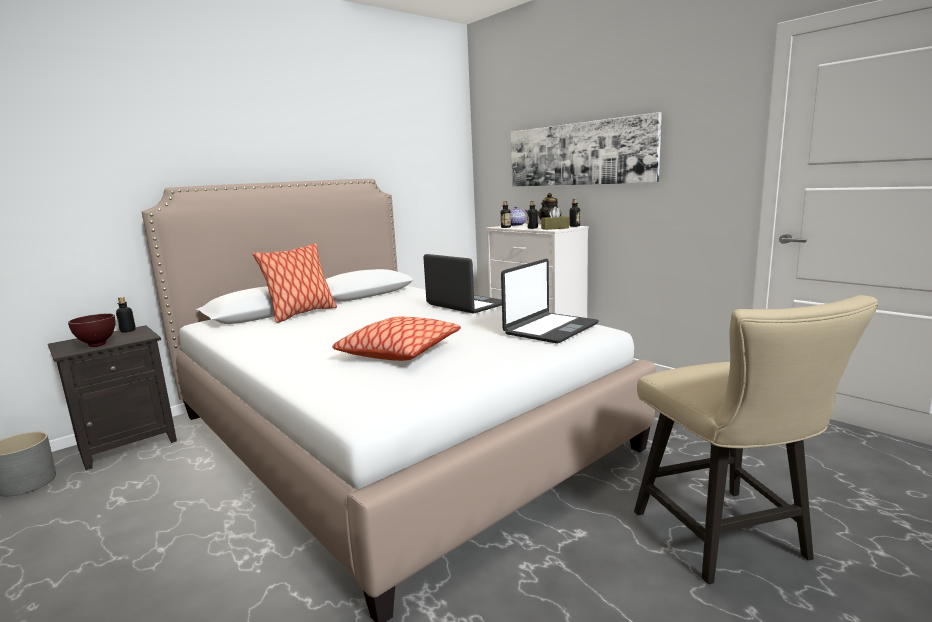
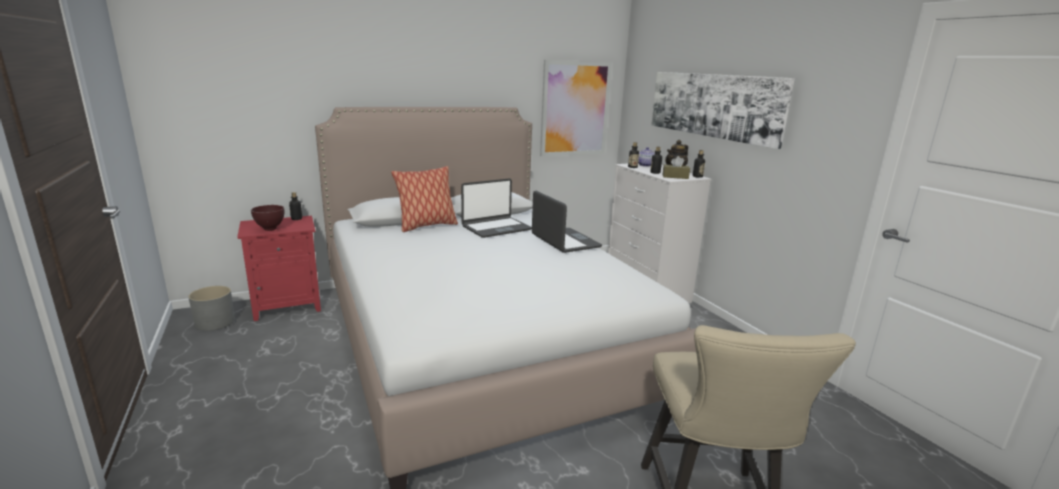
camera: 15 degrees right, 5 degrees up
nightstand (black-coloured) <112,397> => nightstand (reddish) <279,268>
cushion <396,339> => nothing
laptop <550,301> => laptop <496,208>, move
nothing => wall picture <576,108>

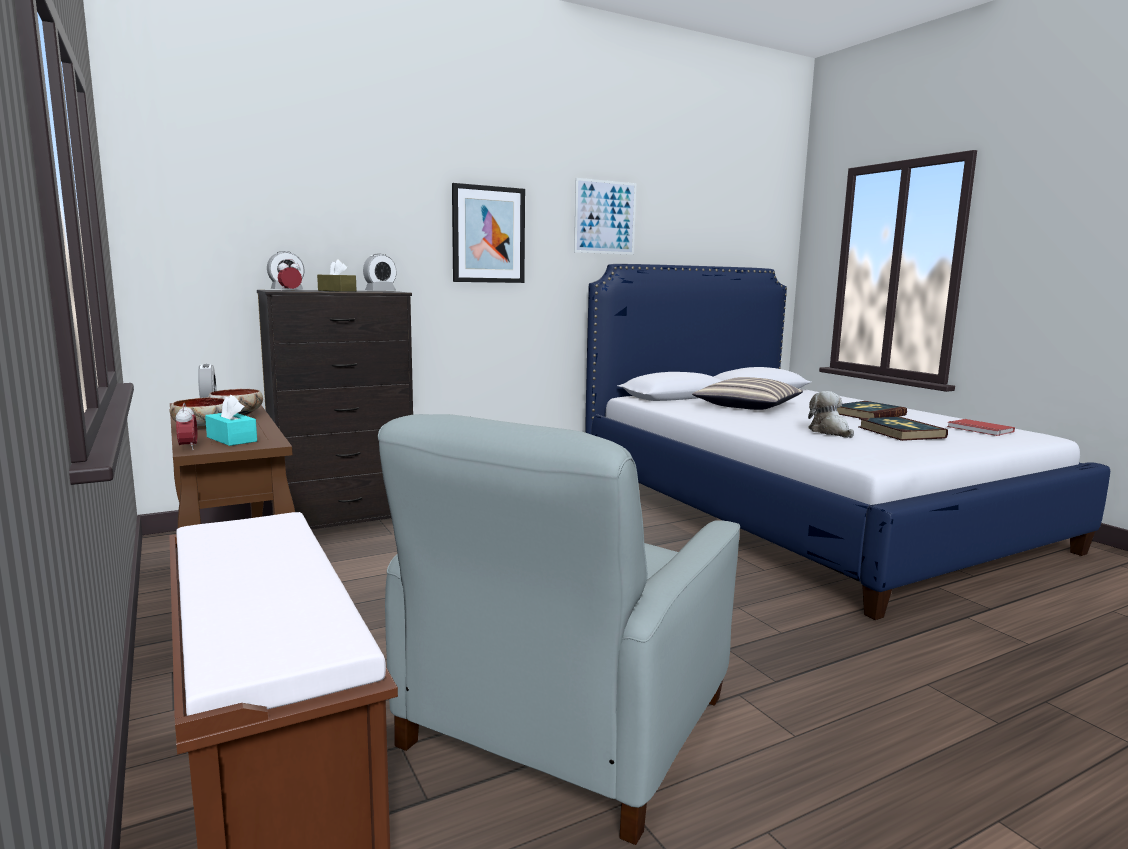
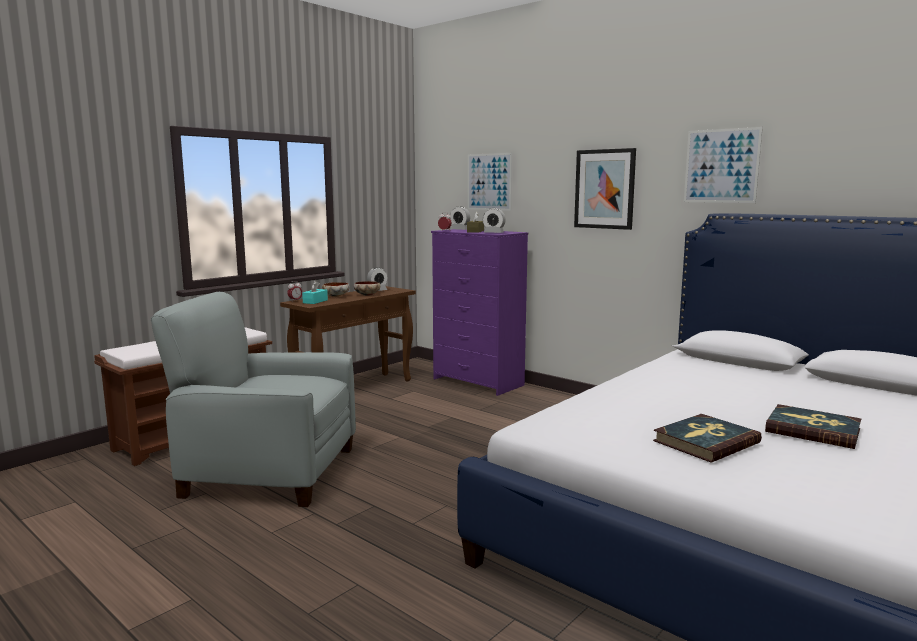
camera: 70 degrees right, 0 degrees up
dresser (black-coloured) <335,410> => dresser (purple-coloured) <479,312>
cushion <747,393> => nothing
cuddly toy <831,414> => nothing
volume (reddish) <981,427> => nothing
nothing => wall picture <490,182>

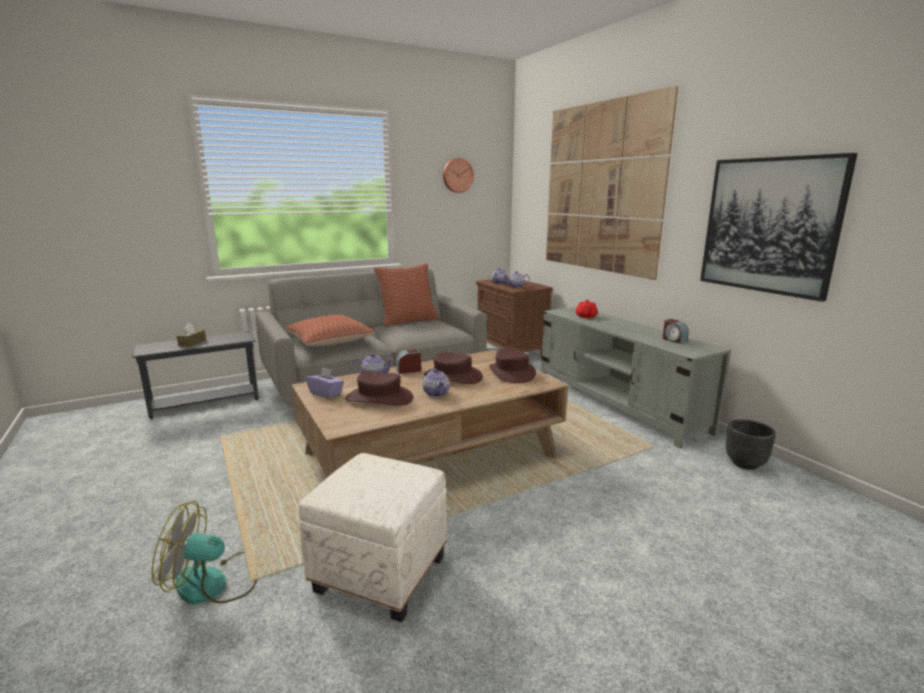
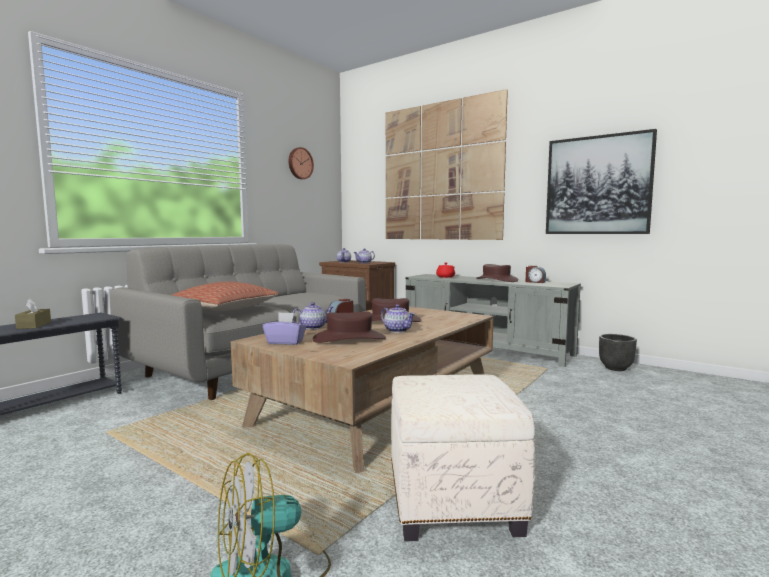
camera: 25 degrees left, 10 degrees down
cushion <406,295> => nothing
wearable hat (brown-coloured) <512,365> => wearable hat (brown-coloured) <497,273>, move

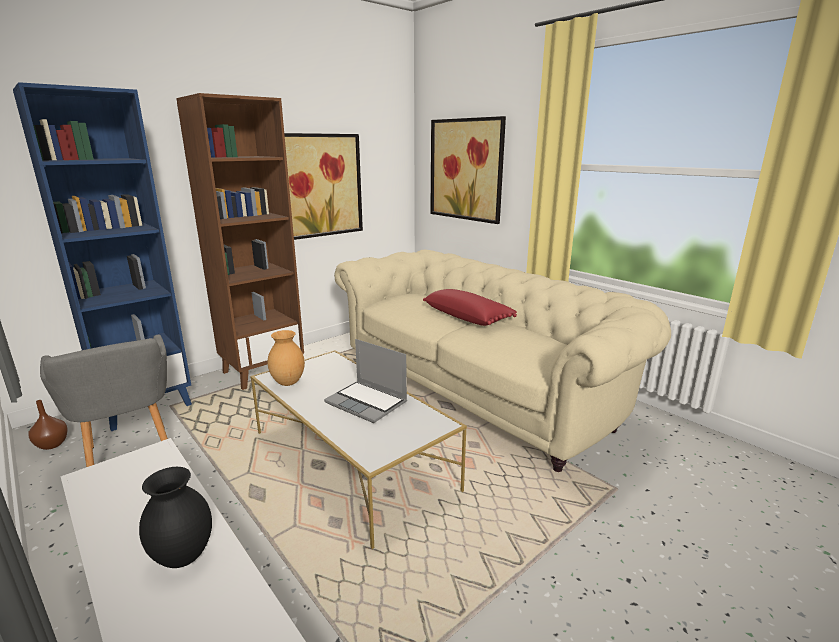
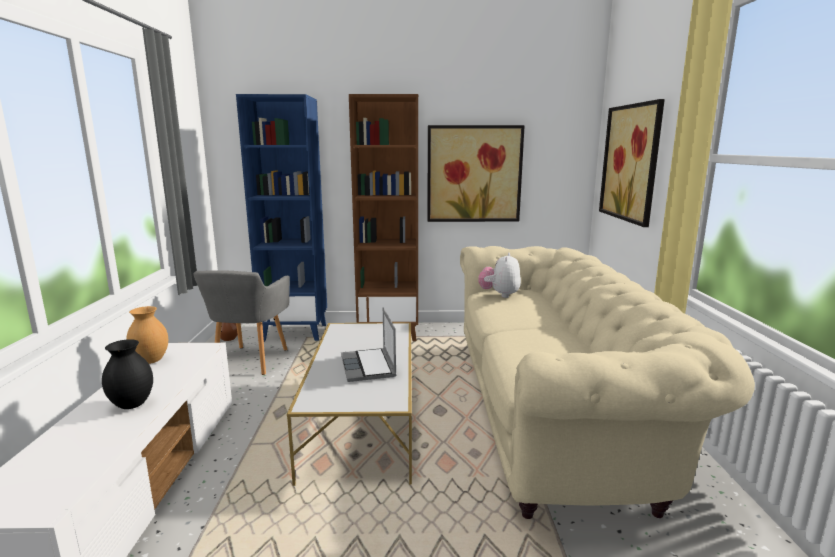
camera: 40 degrees right, 5 degrees down
decorative vase (brown-coloured) <286,358> => decorative vase (brown-coloured) <147,335>, move
cushion (reddish) <470,307> => nothing
nothing => cuddly toy <499,275>

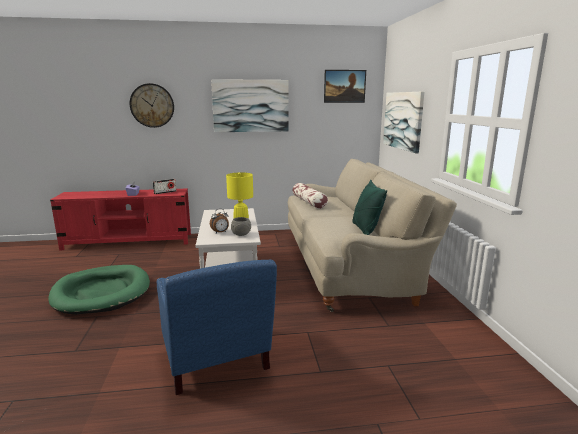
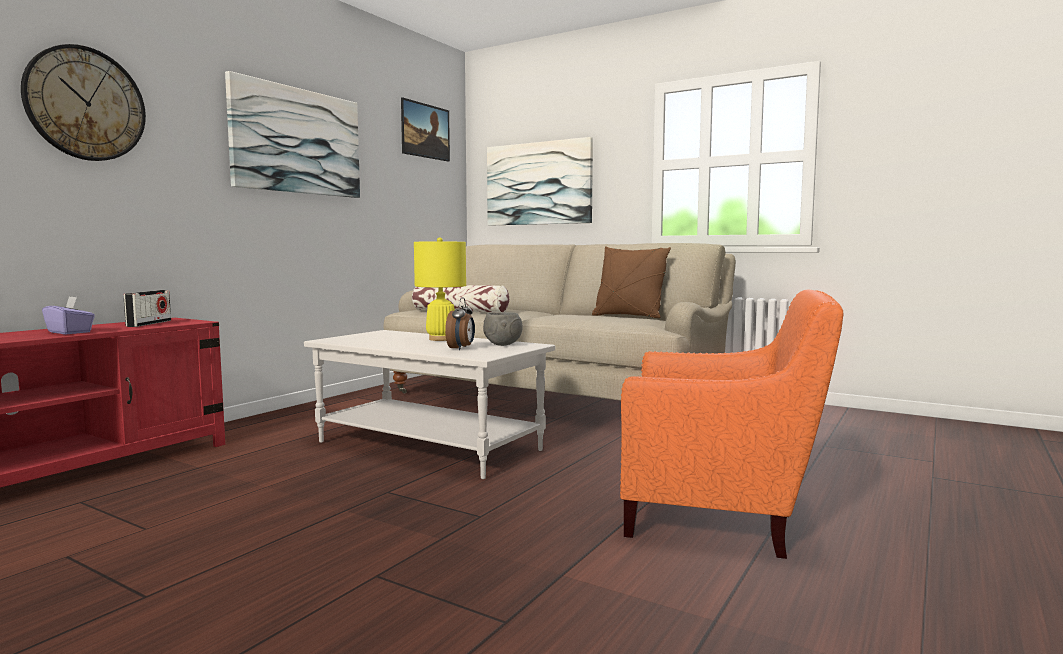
camera: 50 degrees left, 10 degrees down
dog bed (green) <99,290> => nothing
easy chair (bluish) <217,327> => easy chair (orangey) <731,424>
cushion (green) <369,207> => cushion (brown-coloured) <631,282>

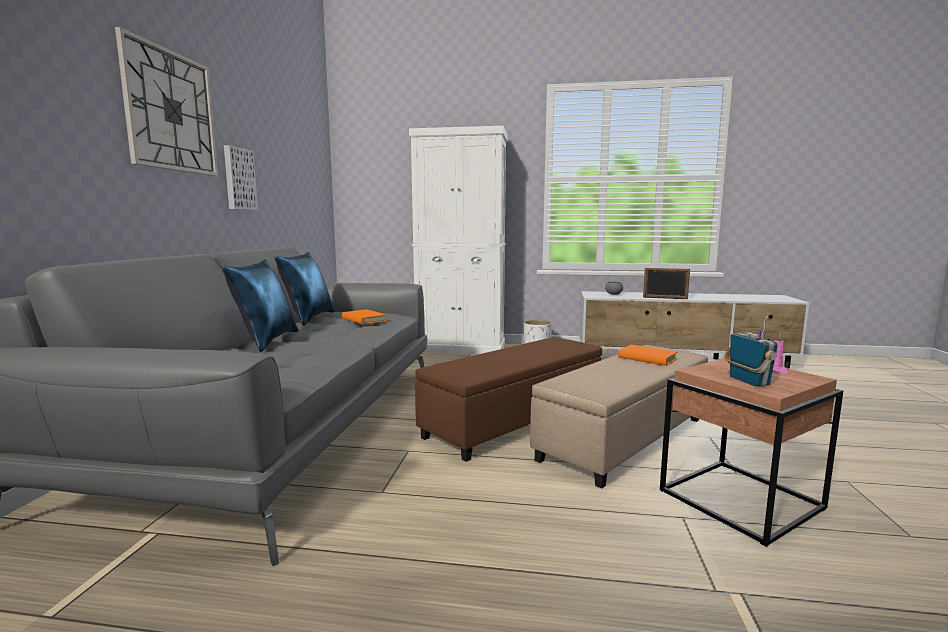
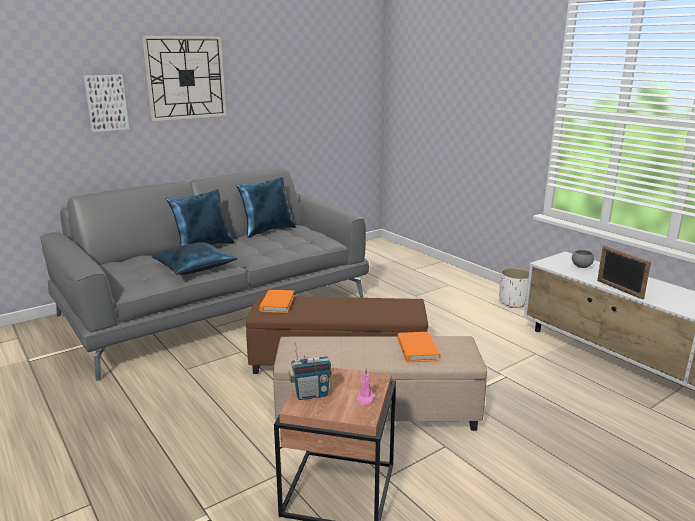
camera: 45 degrees right, 10 degrees up
wall picture <241,177> => wall picture <106,103>, move
volume (orangey) <364,316> => volume (orangey) <276,301>, move
cabinet (whitish) <458,240> => nothing
radio set <751,351> => radio set <311,371>, 45 degrees clockwise
nothing => cushion (bluish) <194,258>

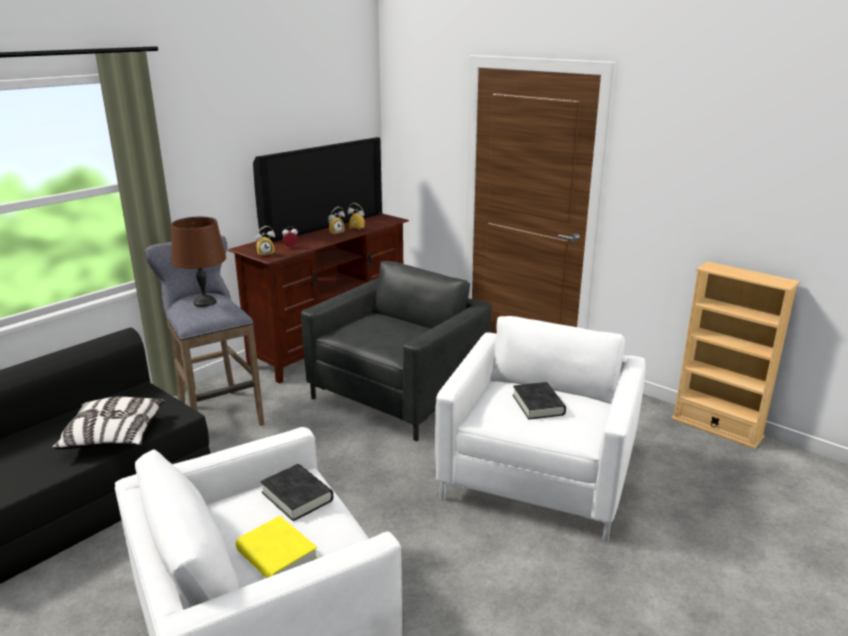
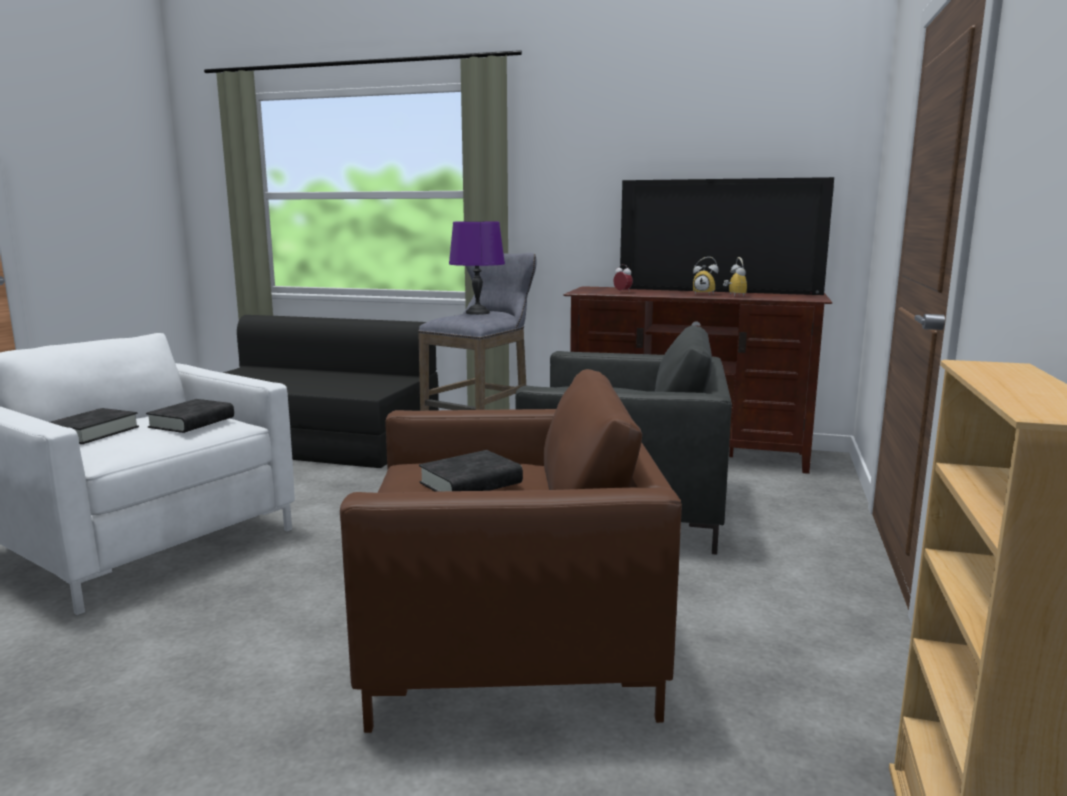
camera: 65 degrees right, 10 degrees down
cushion <108,423> => nothing
lamp for a table (brown-coloured) <198,262> => lamp for a table (purple-coloured) <477,268>
volume (yellow-coloured) <277,547> => volume (black-coloured) <94,426>
alarm clock <265,241> => nothing
easy chair (whitish) <540,429> => easy chair (brown-coloured) <511,551>

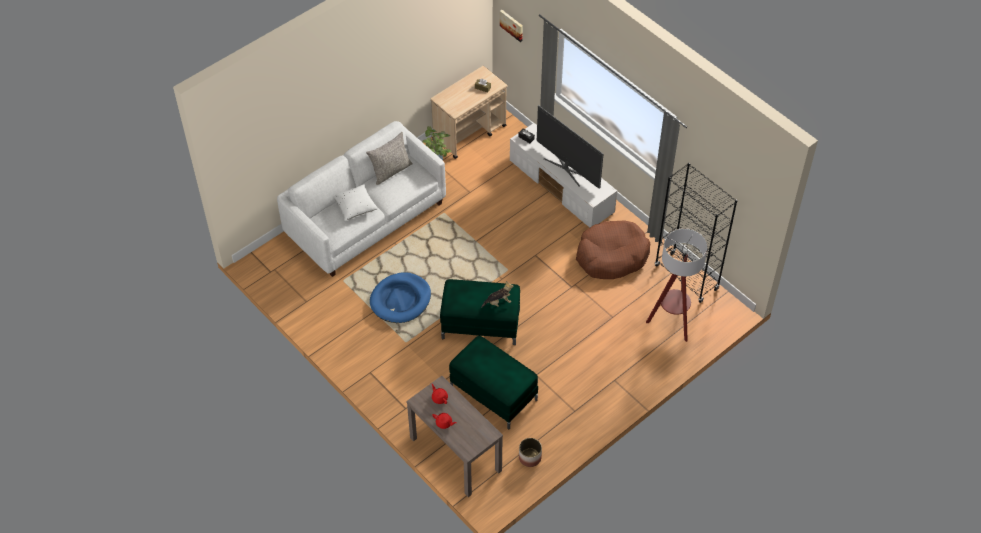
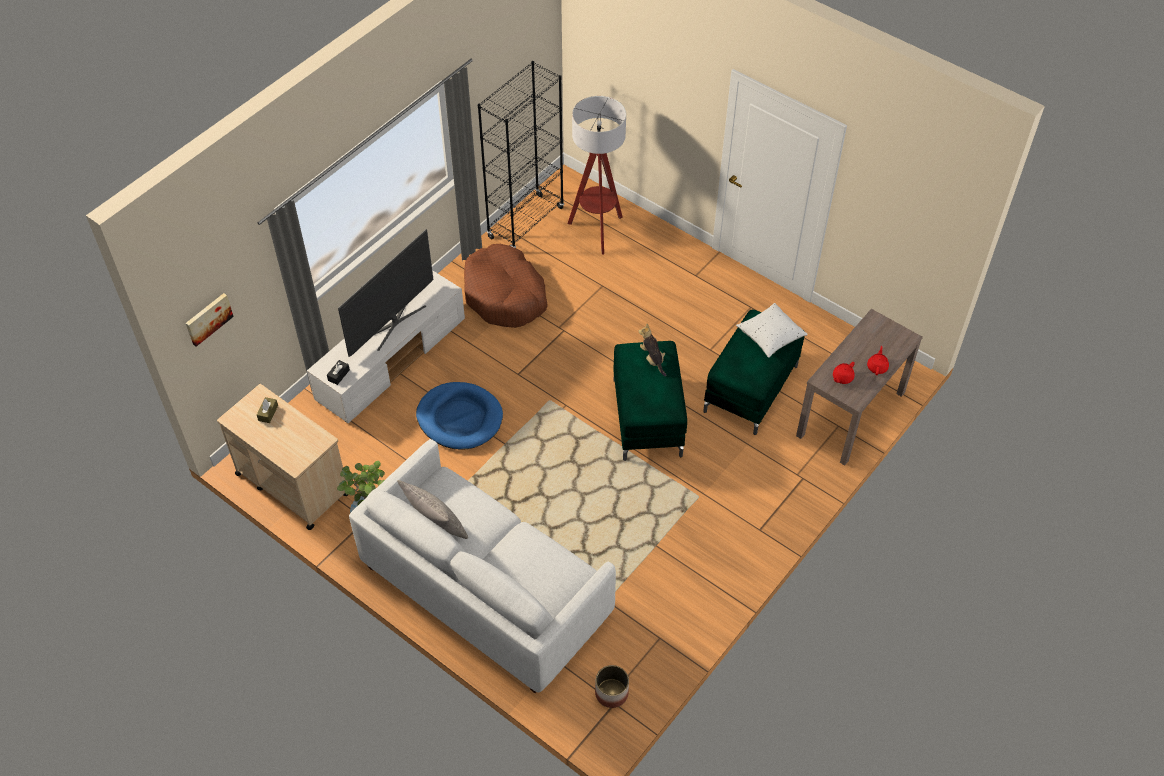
camera: 100 degrees left, 0 degrees up
cushion (whitish) <356,202> => cushion (whitish) <772,330>, move
dog bed (bluish) <400,297> => dog bed (bluish) <459,415>, move
plant pot <530,452> => plant pot <612,686>, move

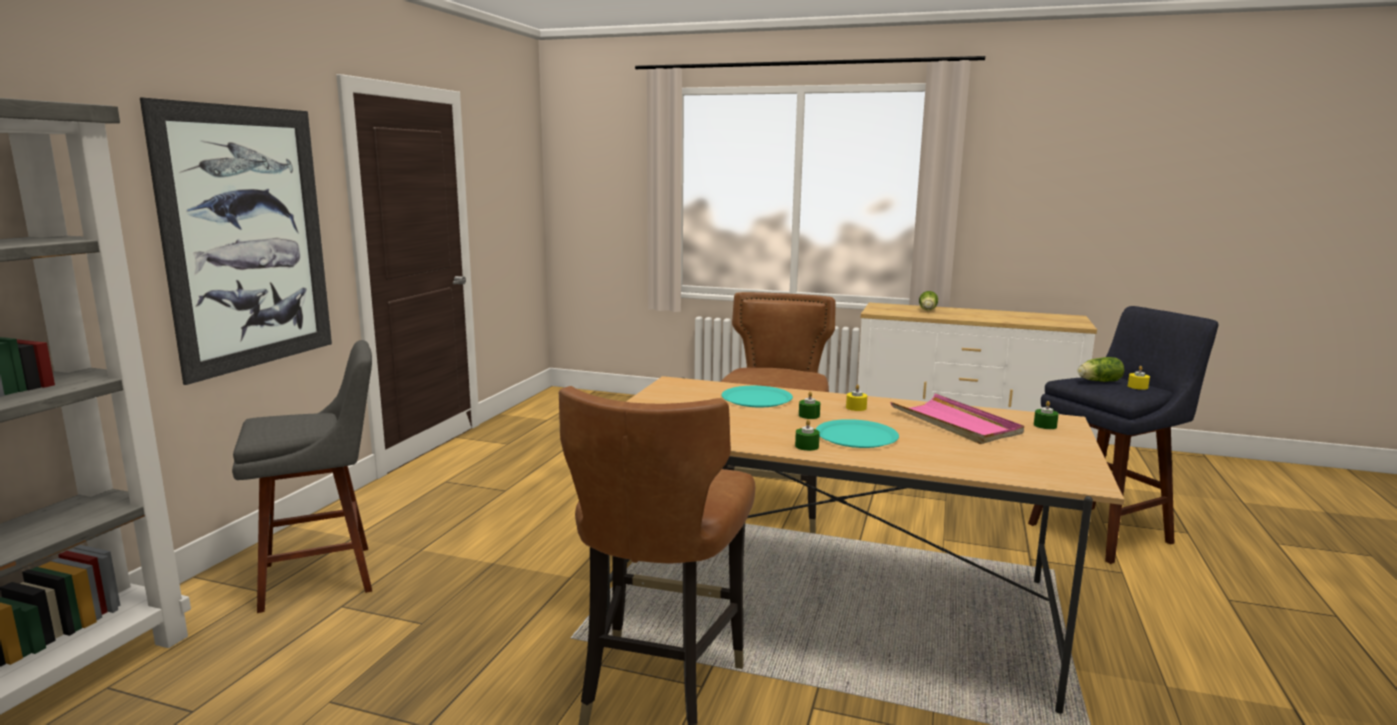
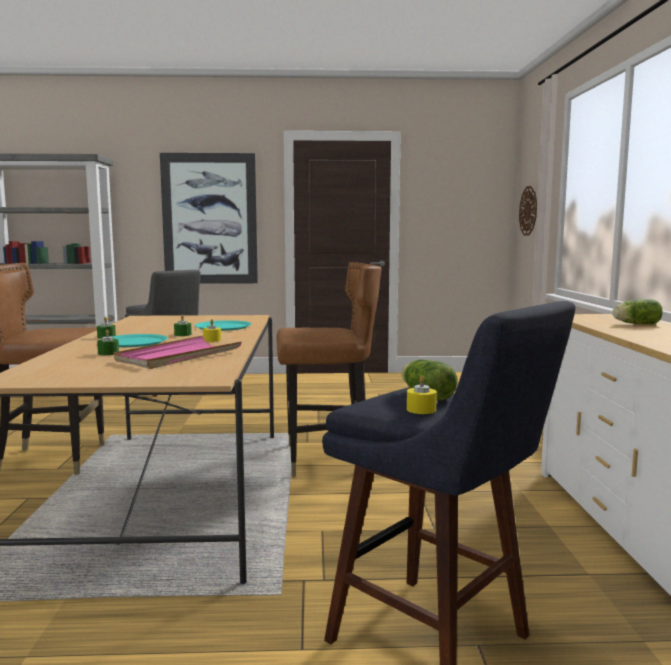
camera: 70 degrees right, 5 degrees down
wax light (green) <1046,415> => wax light (green) <108,342>, move
nothing => hanging clock <528,211>

